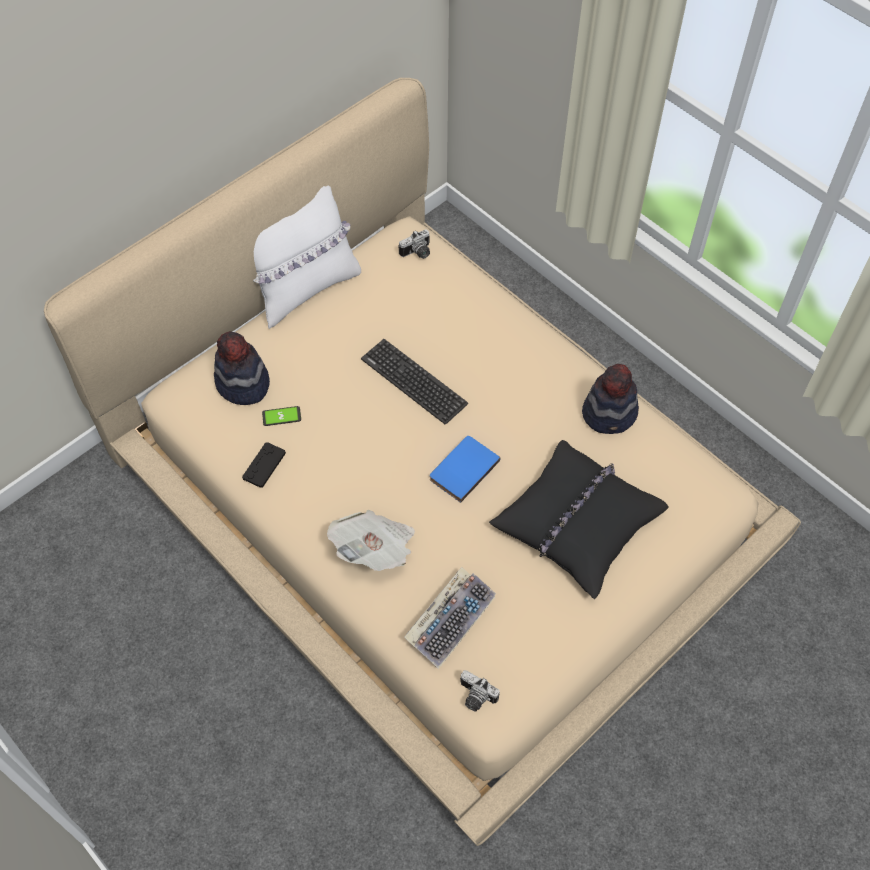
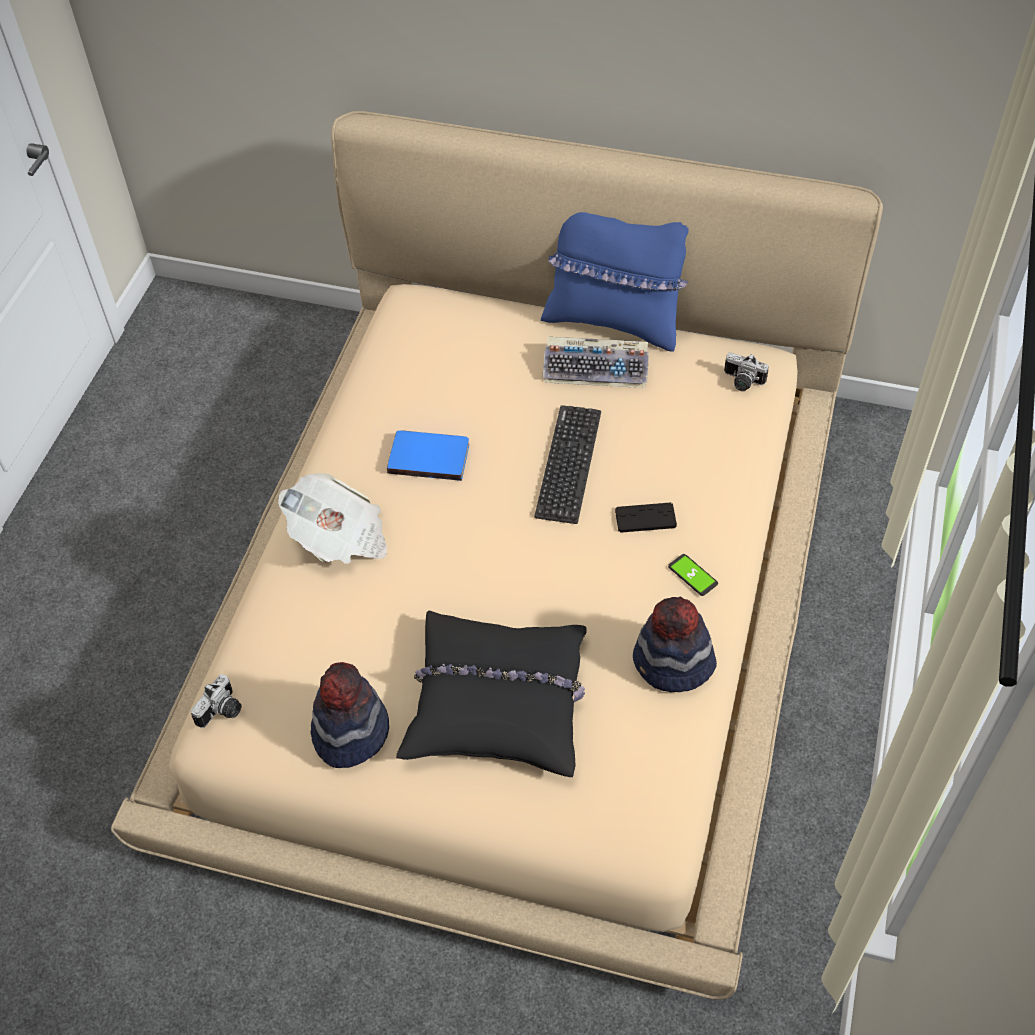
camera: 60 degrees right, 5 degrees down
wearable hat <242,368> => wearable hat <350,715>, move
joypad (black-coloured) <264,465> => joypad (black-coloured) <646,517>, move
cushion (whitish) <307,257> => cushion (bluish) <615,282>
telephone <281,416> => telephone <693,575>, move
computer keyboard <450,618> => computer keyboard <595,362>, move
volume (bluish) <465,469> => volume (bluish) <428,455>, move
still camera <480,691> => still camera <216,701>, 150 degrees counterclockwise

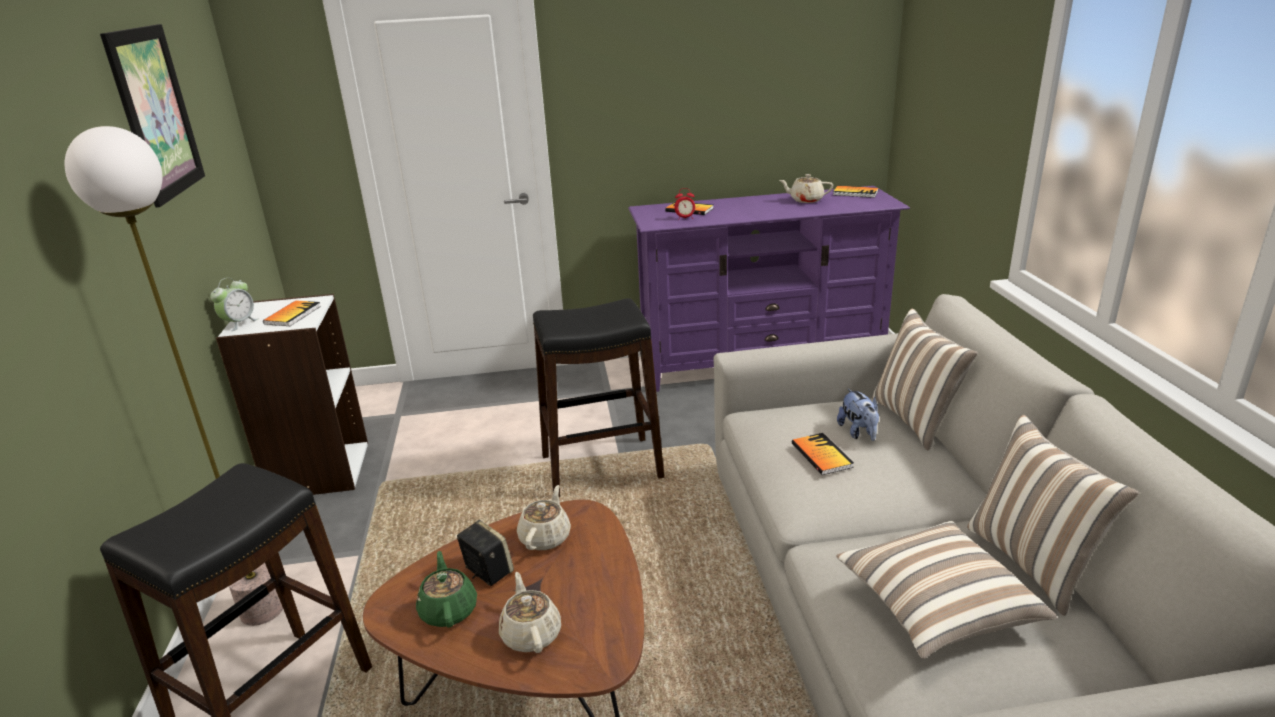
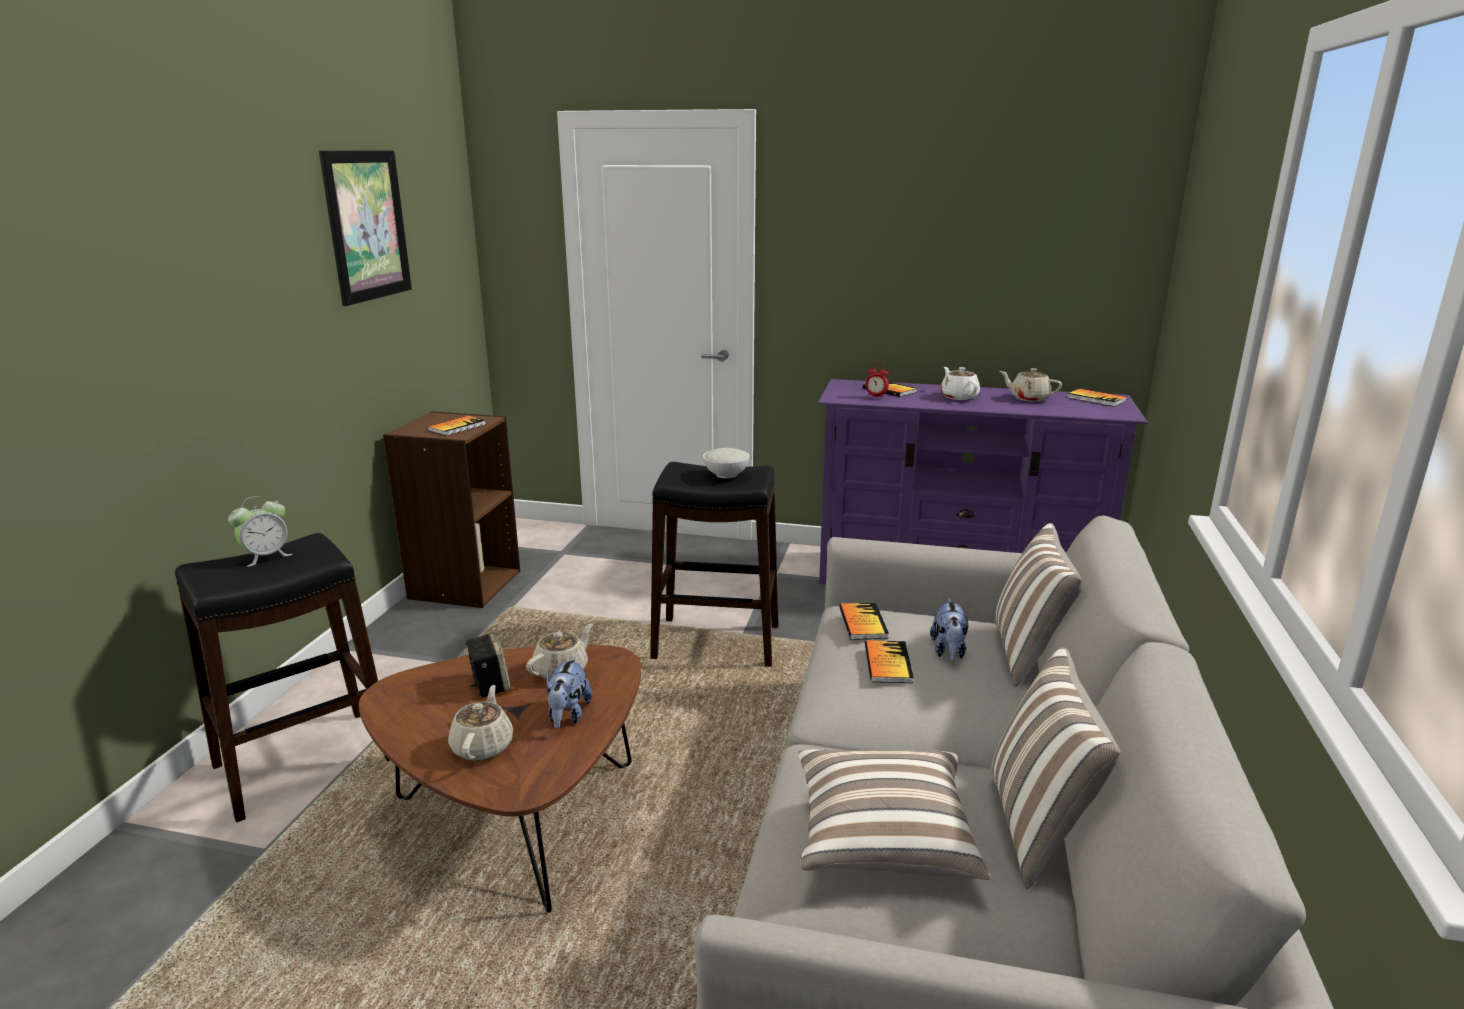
camera: 20 degrees right, 5 degrees down
standing lamp <173,376> => nothing
alarm clock <234,304> => alarm clock <260,531>, move
bookshelf (whitish) <292,394> => bookshelf (brown-coloured) <451,509>
tea pot (green) <446,589> => nothing
nothing => cuddly toy <569,693>
nothing => serving bowl (whitish) <726,463>
nothing => volume <864,621>
nothing => tea pot (whitish) <960,383>

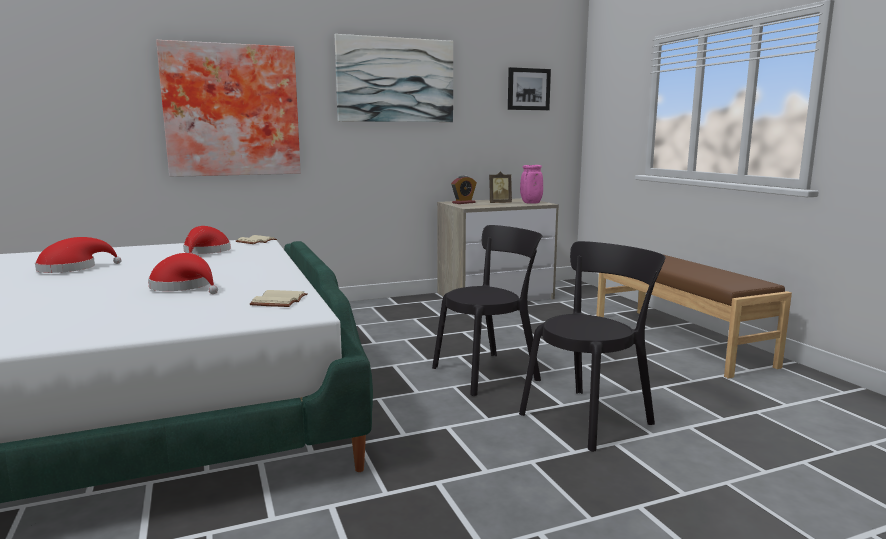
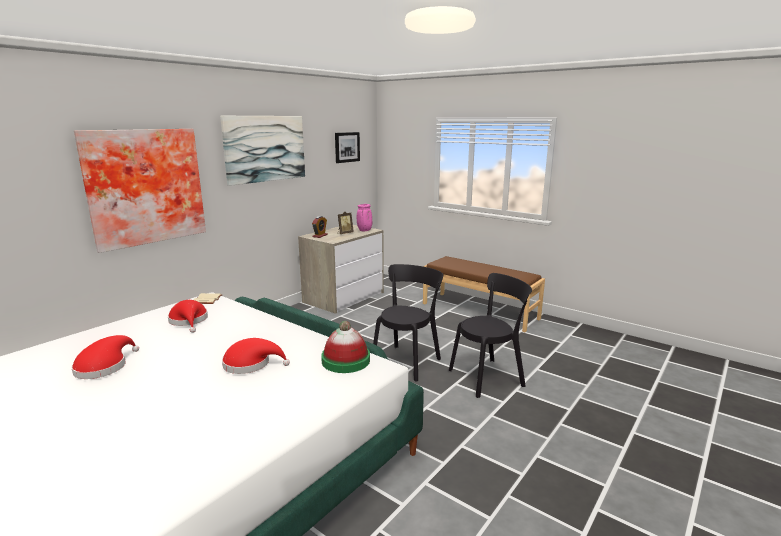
camera: 30 degrees left, 5 degrees up
volume (beige) <278,298> => wearable hat <345,347>
chair (black-coloured) <592,346> => chair (black-coloured) <490,335>, 45 degrees clockwise

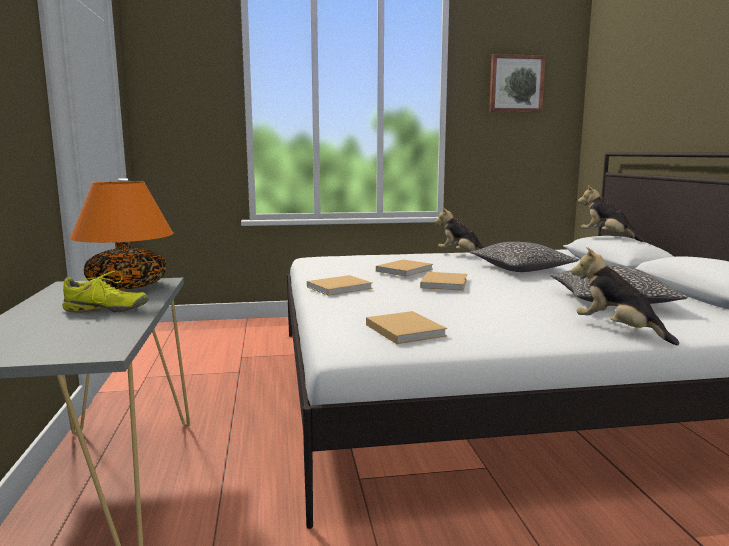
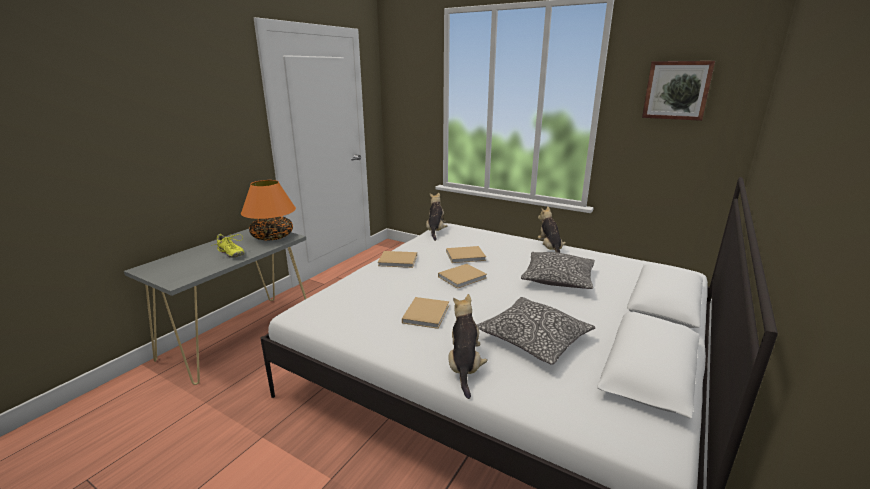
camera: 40 degrees right, 10 degrees up
volume (beige) <406,327> => volume (beige) <425,313>, move
cuddly toy <611,213> => cuddly toy <436,216>, move

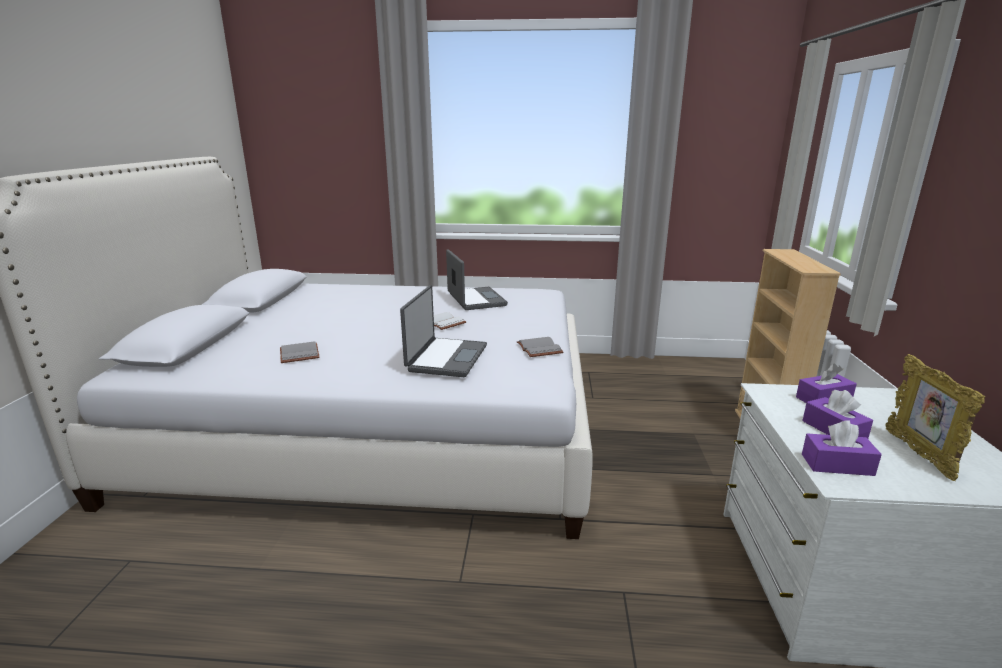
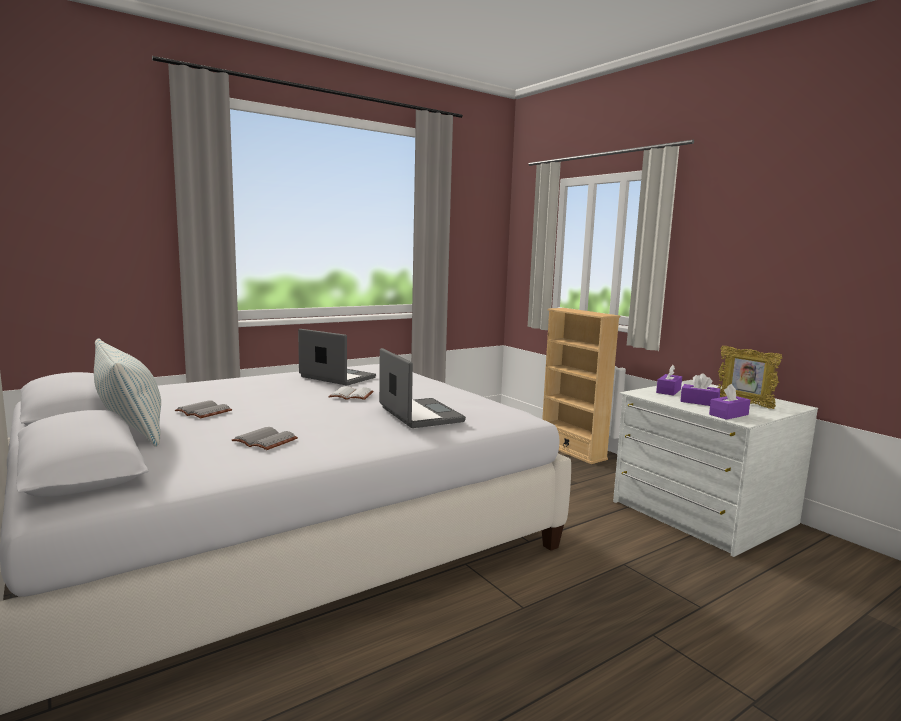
camera: 40 degrees left, 10 degrees down
volume (greyish) <540,347> => volume (greyish) <203,409>, move
nothing => cushion <127,392>

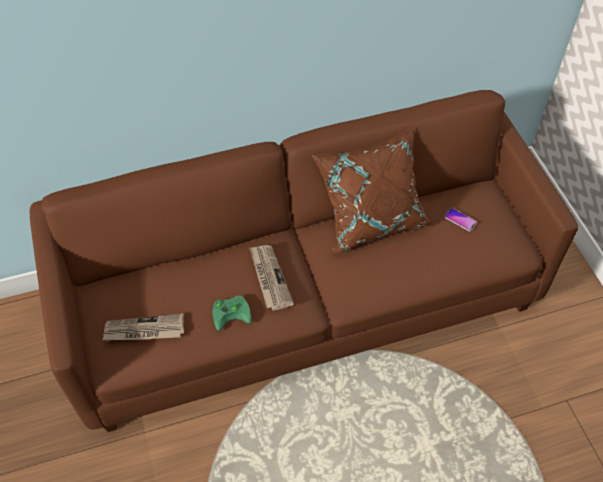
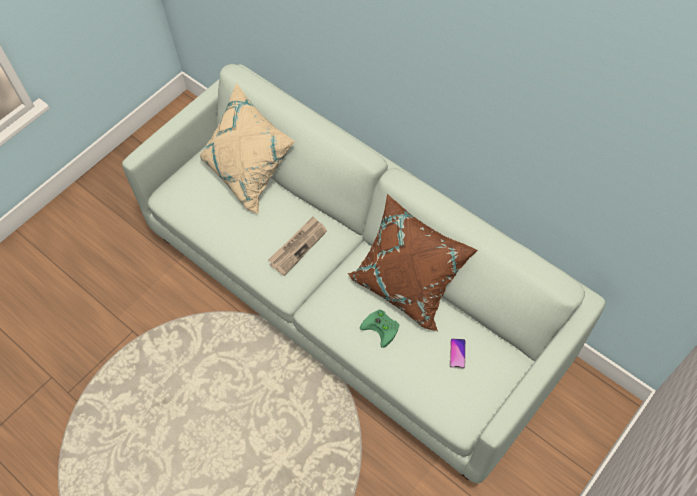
camera: 60 degrees right, 5 degrees up
couch (brown-coloured) <304,261> => couch (whitish) <363,274>
newspaper <143,327> => nothing
joypad (green) <232,313> => joypad (green) <380,328>, move
nothing => cushion (beige) <247,148>

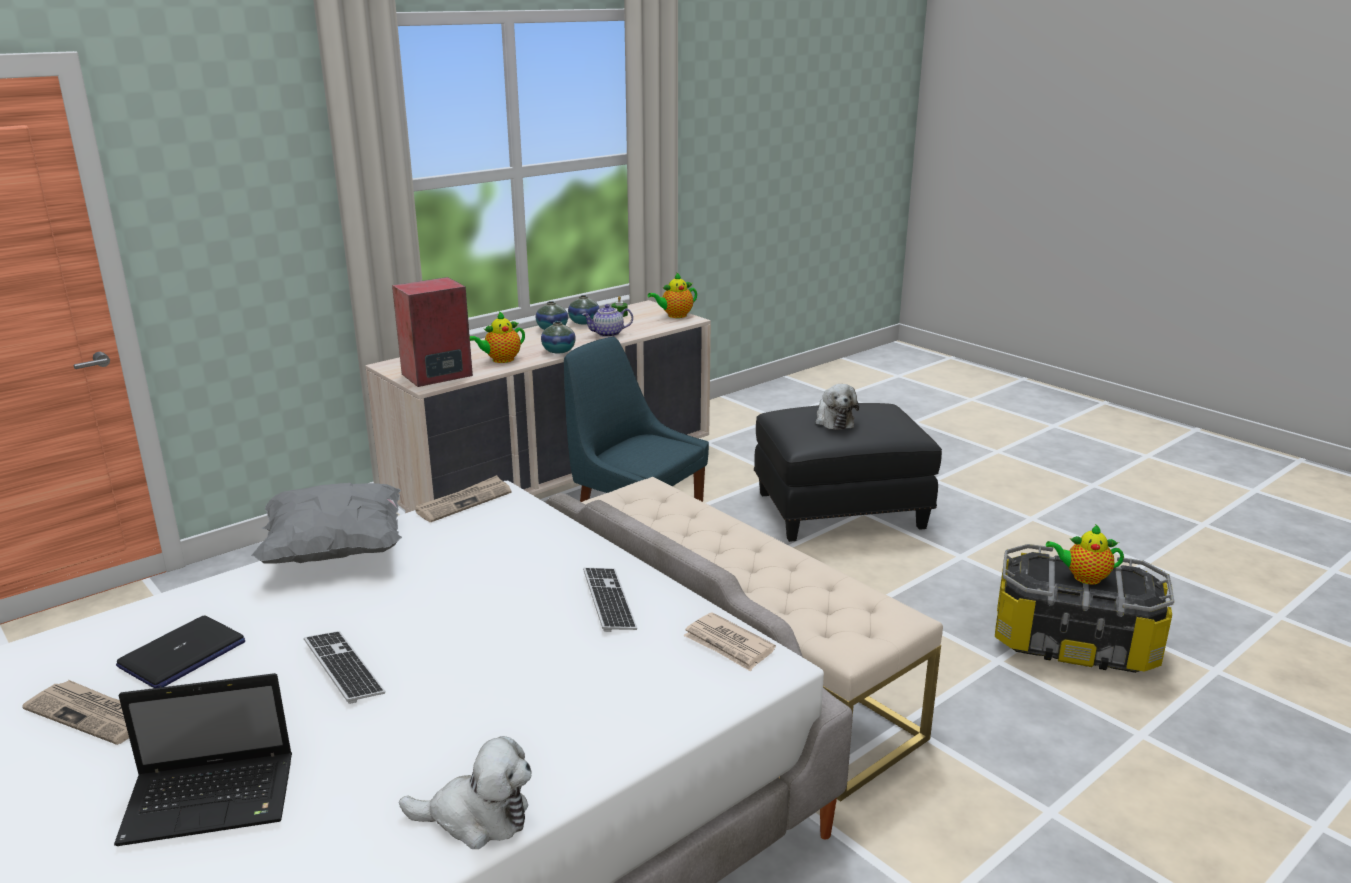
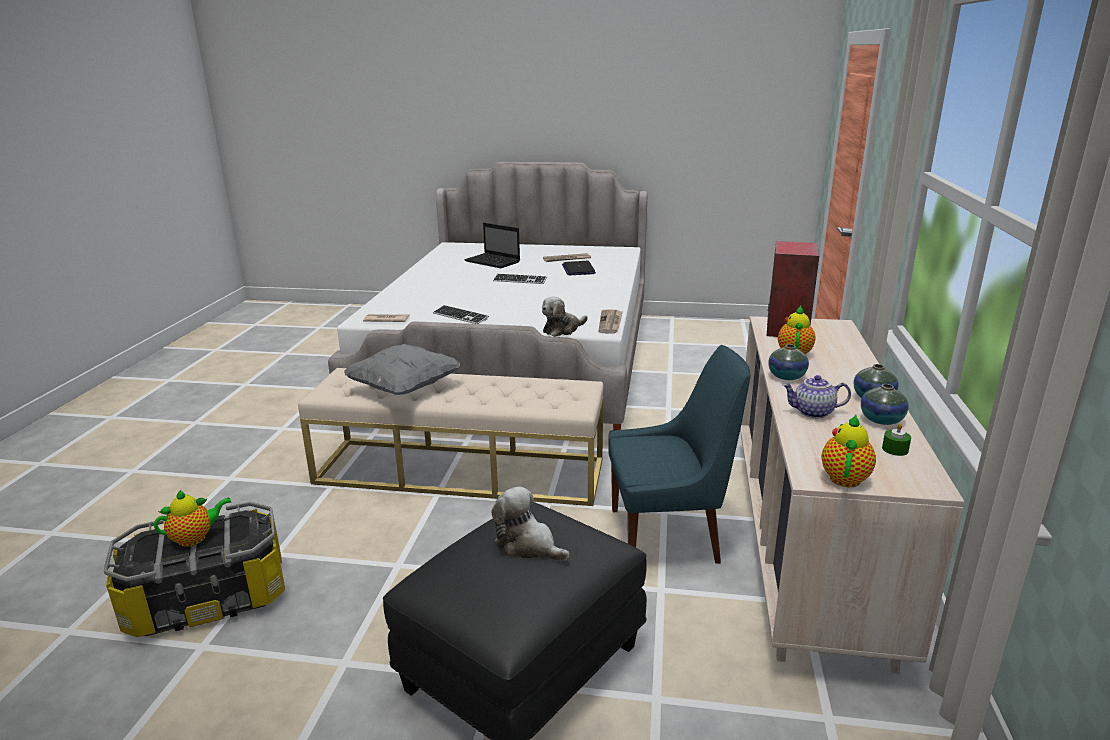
camera: 140 degrees right, 0 degrees up
laptop <203,759> => laptop <492,245>, 90 degrees counterclockwise
cushion (greyish) <326,523> => cushion (greyish) <402,369>, move
cuddly toy <465,792> => cuddly toy <565,316>, move
tea pot <607,320> => tea pot <816,396>, 120 degrees counterclockwise

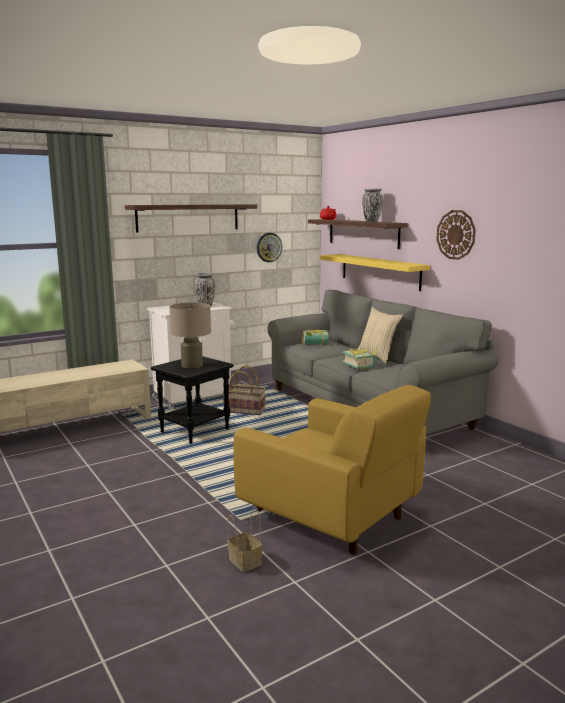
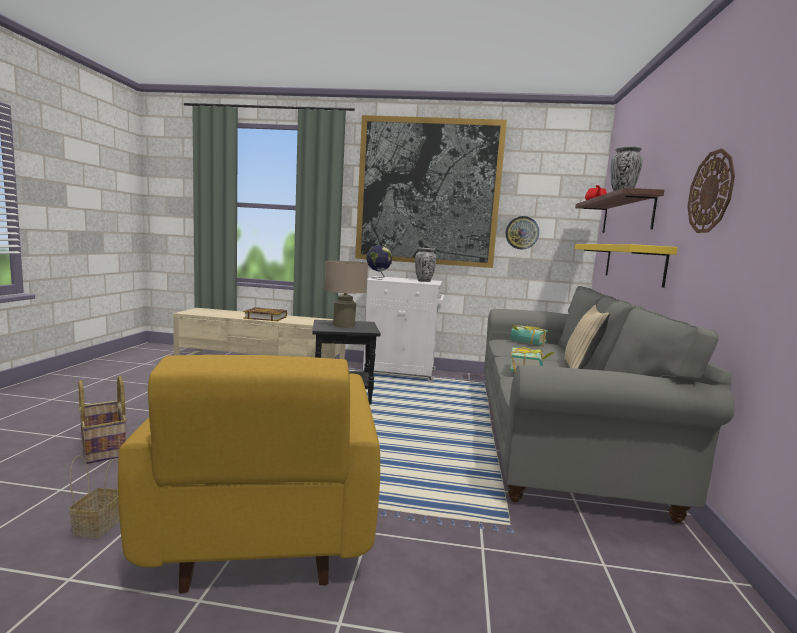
camera: 40 degrees right, 5 degrees down
bracket shelf <191,218> => wall picture <431,191>
household basket <244,390> => household basket <103,420>, move
nothing => volume <265,314>
nothing => world globe <379,262>

